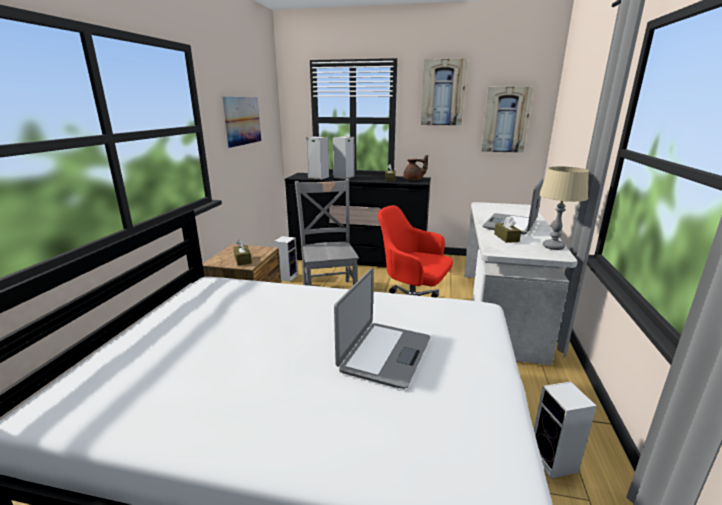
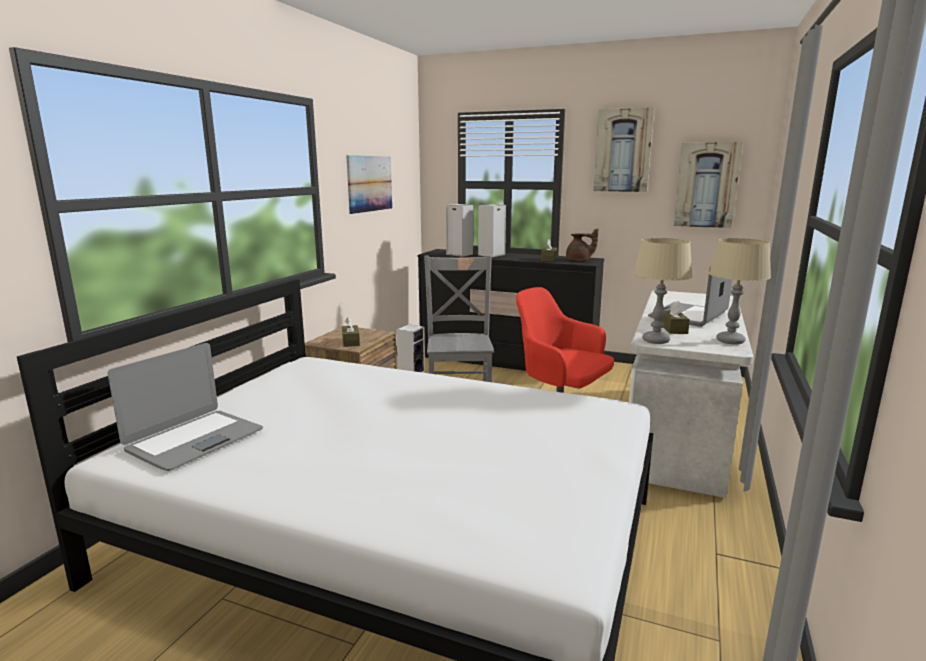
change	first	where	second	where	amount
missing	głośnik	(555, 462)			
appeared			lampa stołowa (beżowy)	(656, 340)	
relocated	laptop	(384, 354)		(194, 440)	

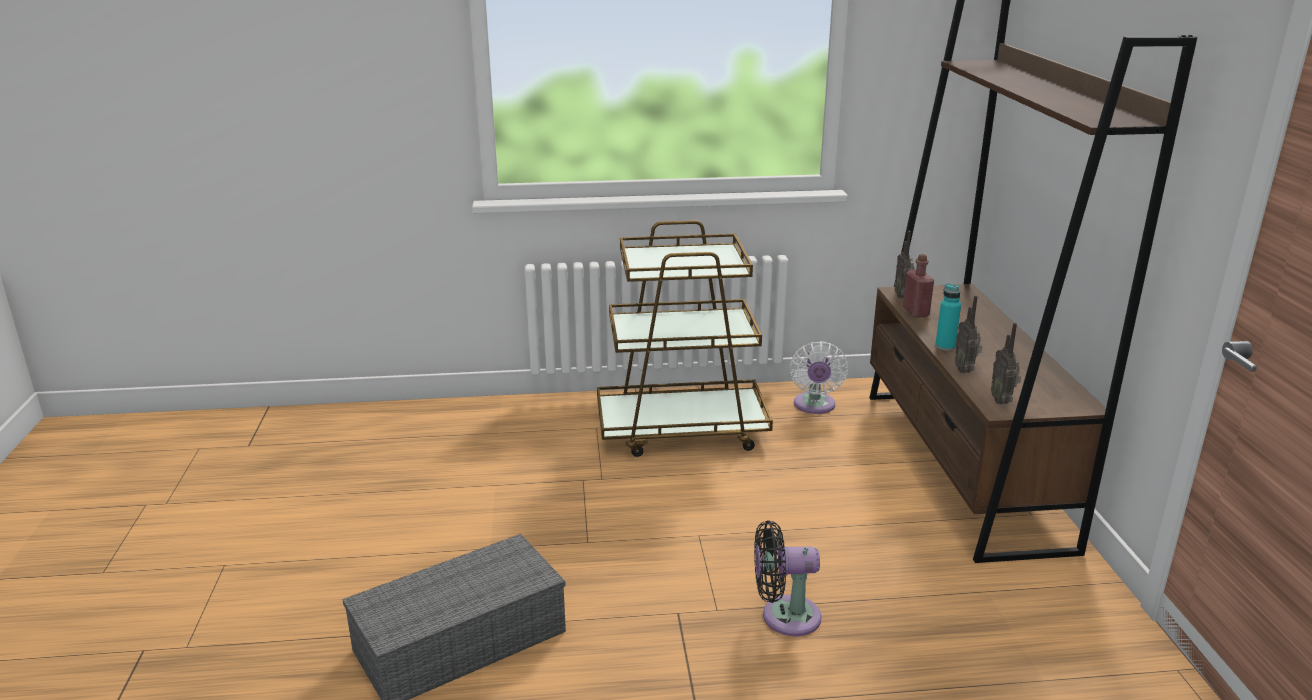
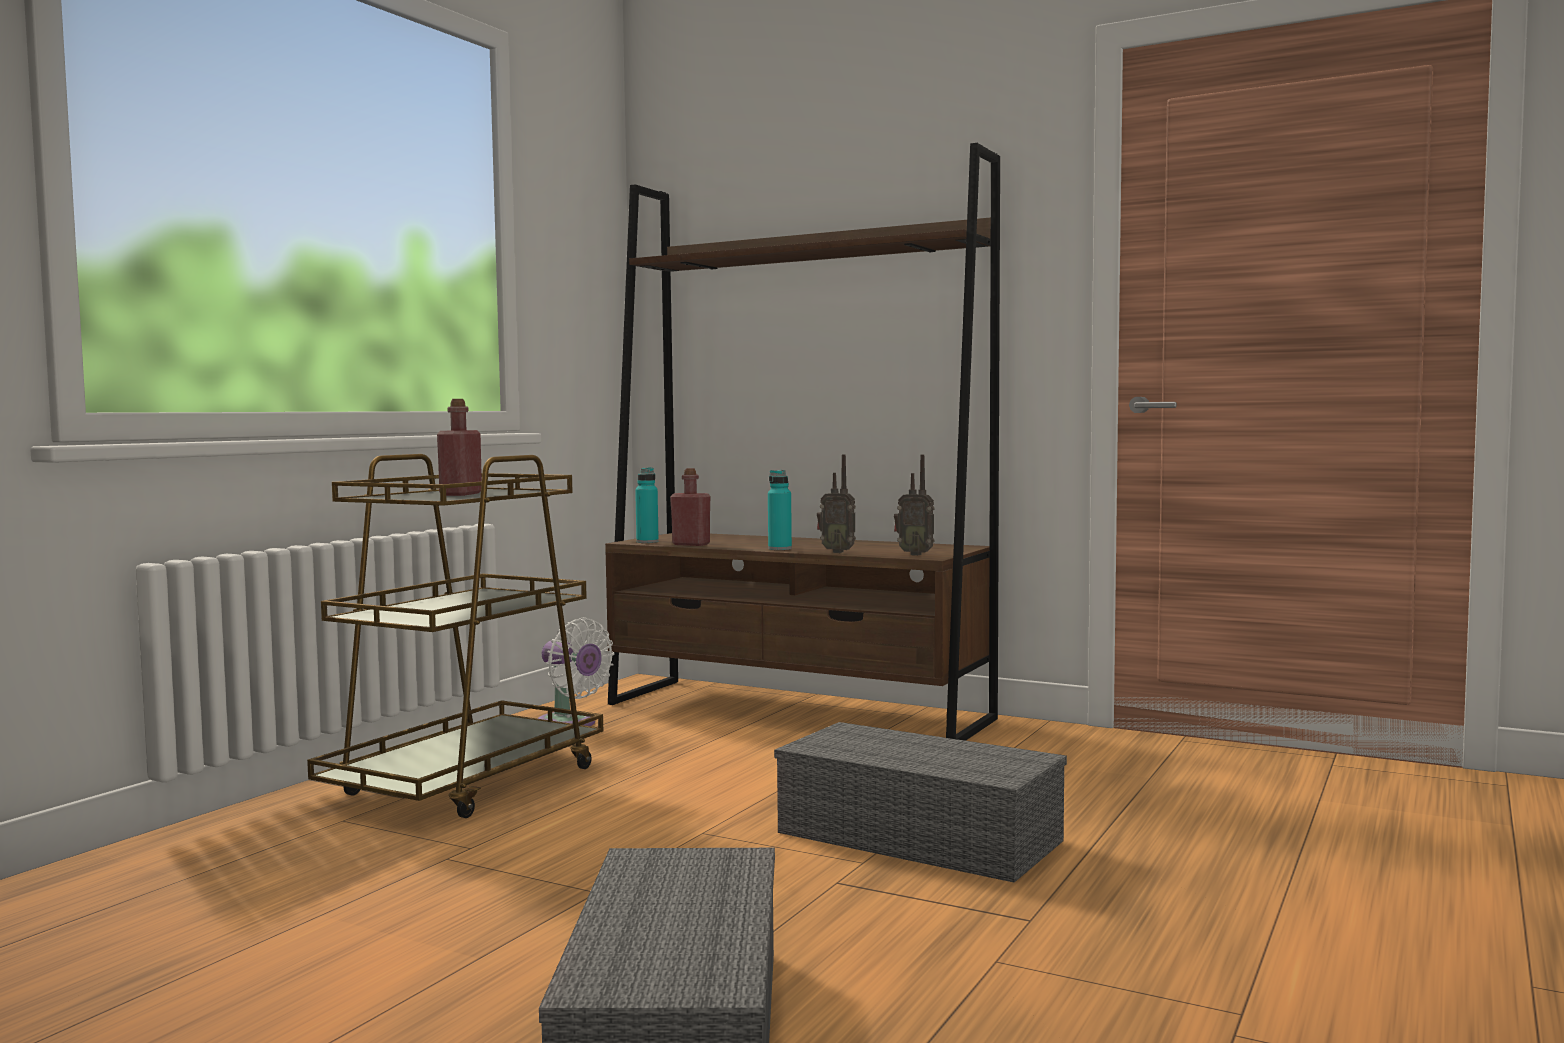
change	first	where	second	where	amount
appeared			butelka (czerwony)	(461, 494)	
exchanged	wentylator (czarny)	(784, 616)	pojemnik do przechowywania (szary)	(923, 836)	
exchanged	radio	(903, 296)	butelka (turkusowy)	(647, 542)	

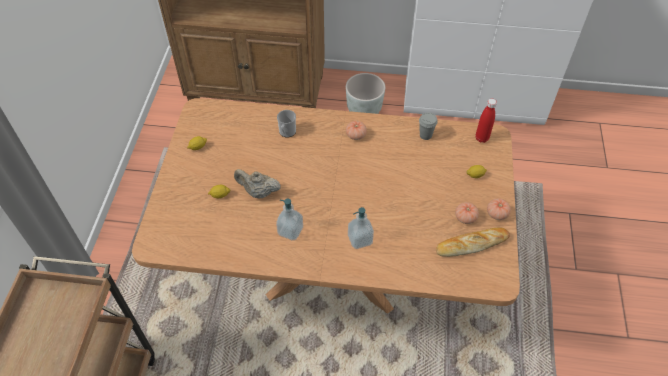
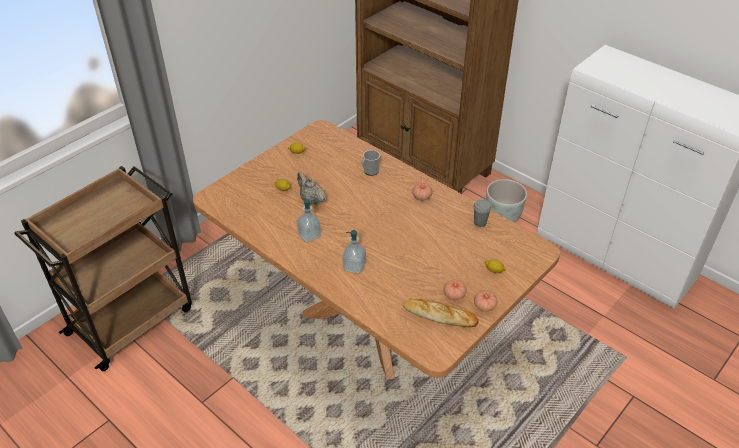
change	first	where	second	where	amount
missing	butelka (czerwony)	(481, 138)			

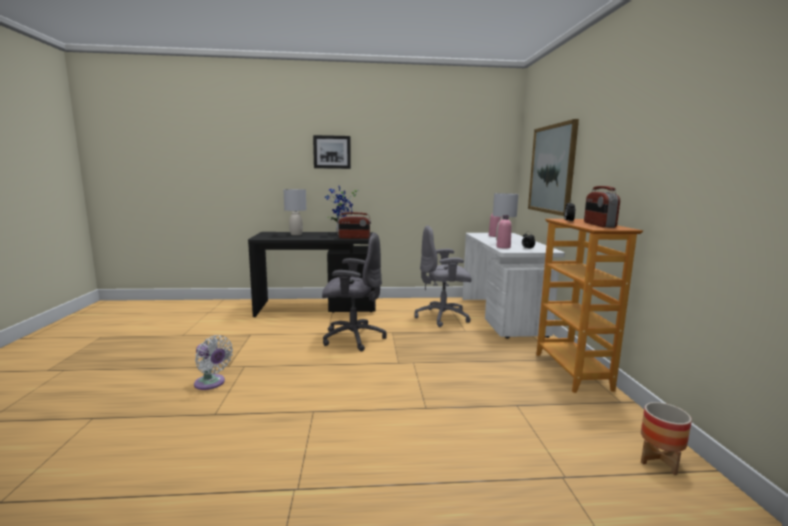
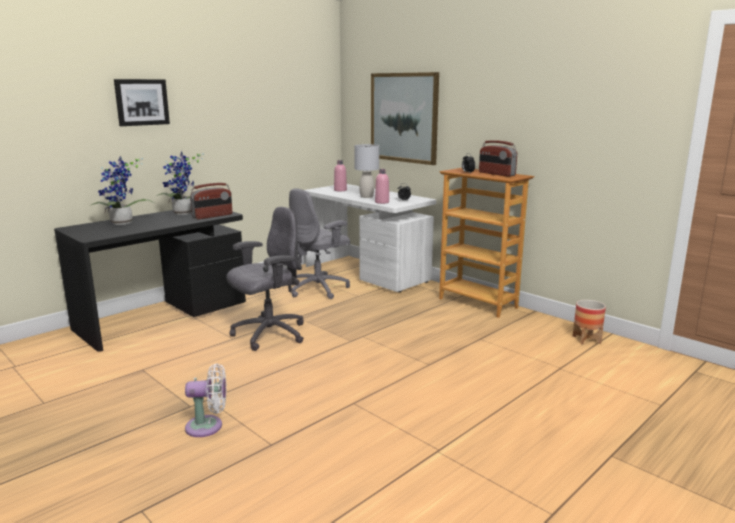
change	first	where	second	where	amount
exchanged	lampa stołowa (szary)	(296, 234)	roślina doniczkowa	(122, 224)	

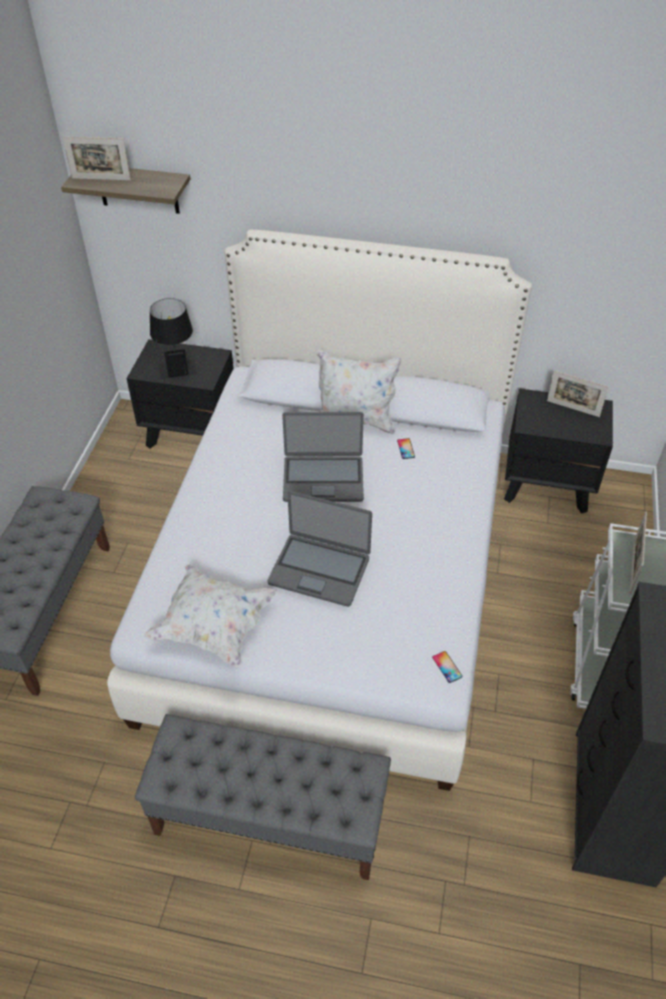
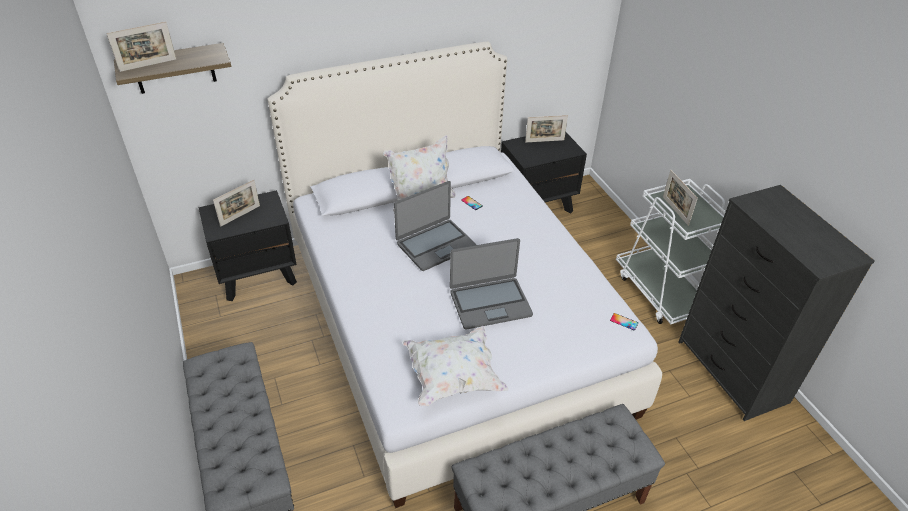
change	first	where	second	where	amount
exchanged	lampa stołowa (czarny)	(176, 364)	ramka na zdjęcie	(240, 216)	

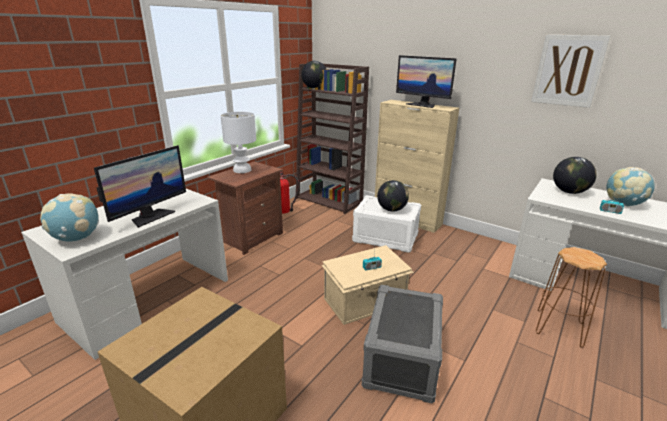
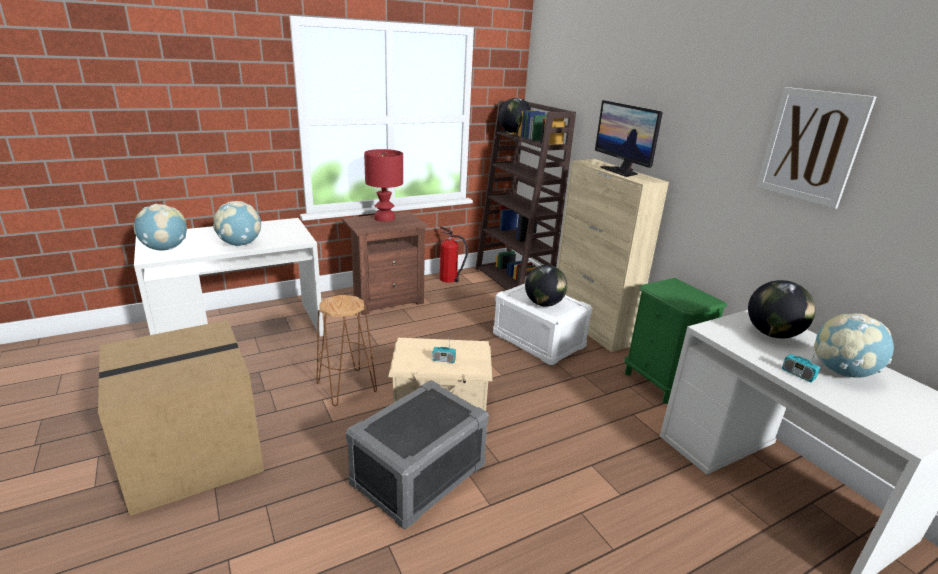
change	first	where	second	where	amount
appeared			szafka nocna (zielony)	(660, 382)	
relocated	stołek (brązowy)	(558, 328)		(346, 387)	
exchanged	monitor	(150, 216)	globus	(240, 244)	
colour	lampa stołowa (biały)	(243, 170)	lampa stołowa (czerwony)	(385, 218)	

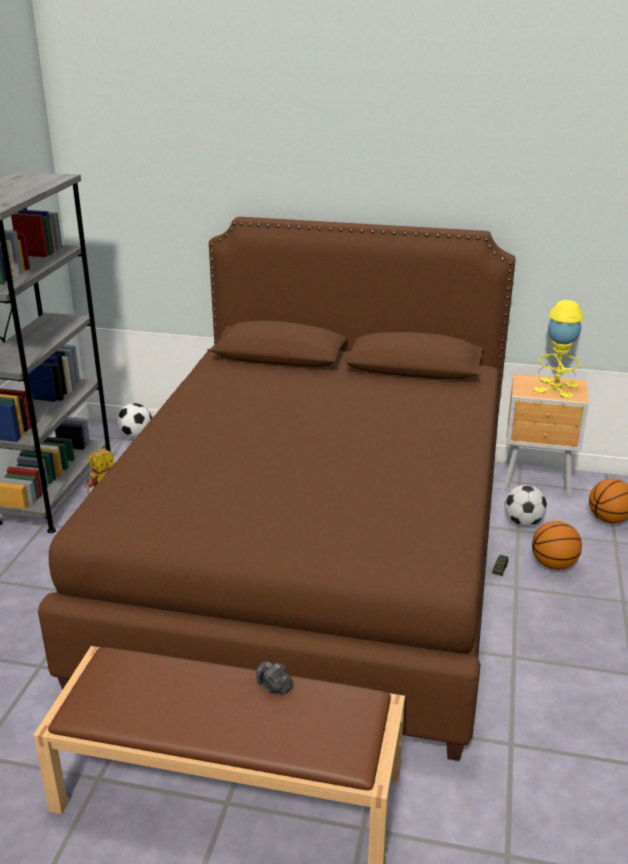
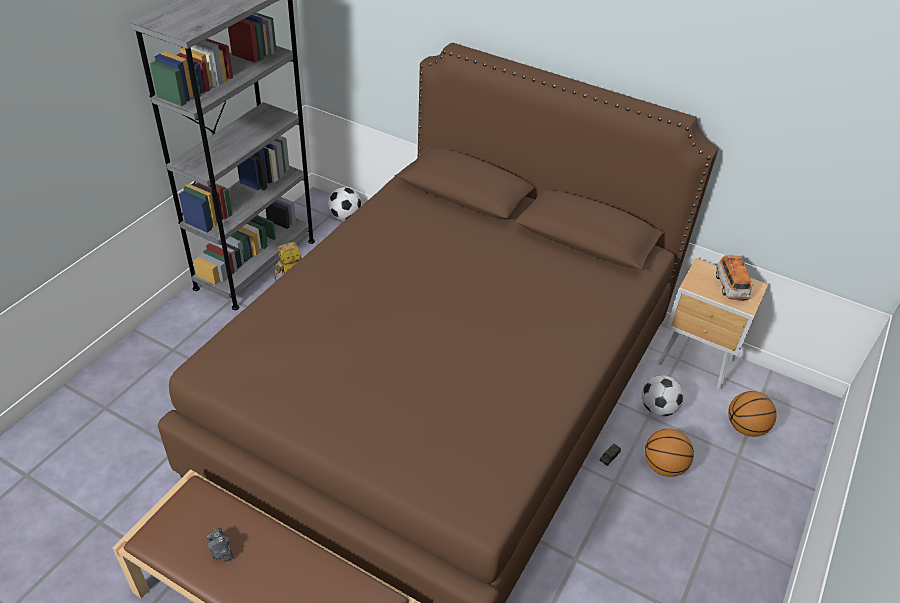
change	first	where	second	where	amount
relocated	aparat fotograficzny	(274, 686)		(221, 551)	
exchanged	lampa stołowa (żółty)	(556, 387)	samochodzik	(730, 287)	

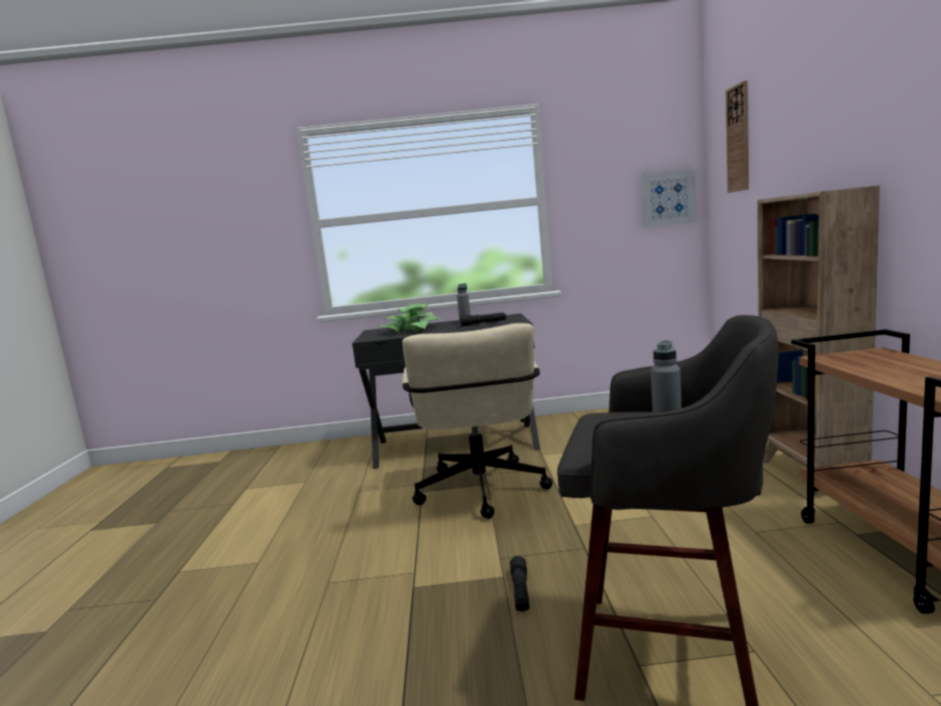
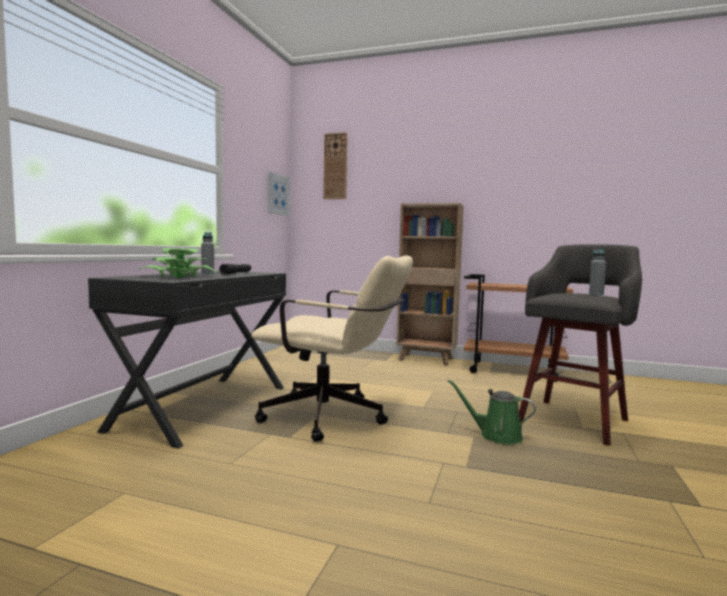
change	first	where	second	where	amount
exchanged	latarka (czarny)	(520, 591)	konewka (zielony)	(496, 436)	

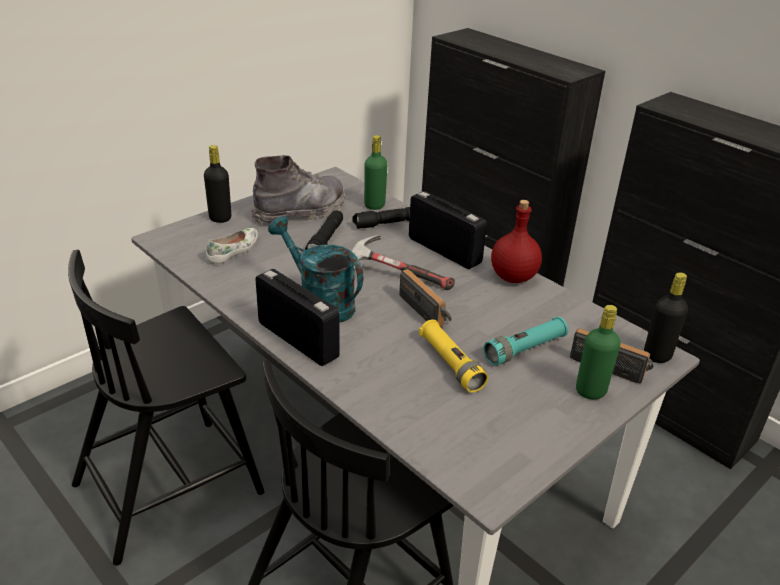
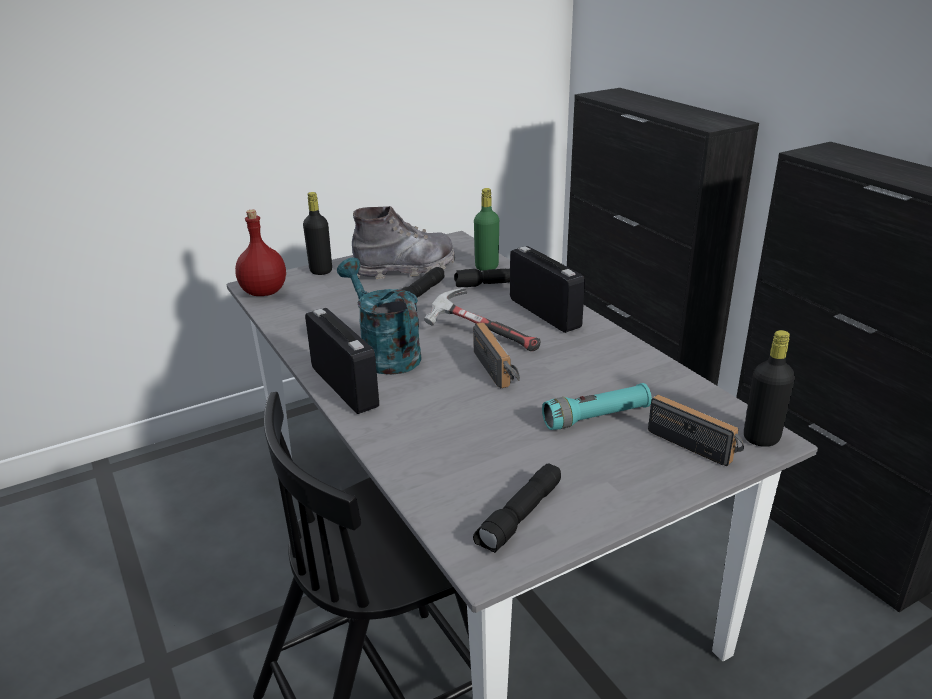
change	first	where	second	where	amount
missing	krzesło (czarny)	(171, 486)			
missing	but (biały)	(234, 250)			
missing	latarka (żółty)	(451, 364)			
missing	butelka (zielony)	(590, 391)			
appeared			latarka (czarny)	(520, 517)	
relocated	butelka (czerwony)	(512, 277)		(263, 292)	

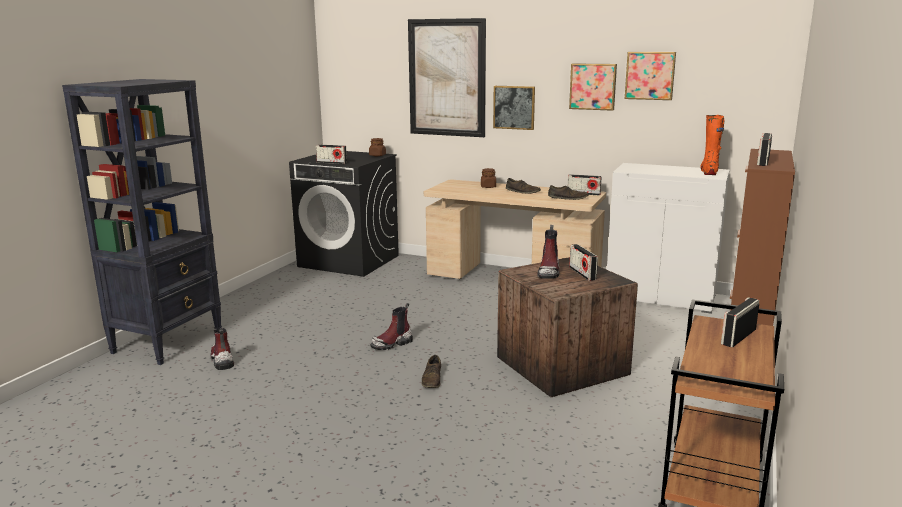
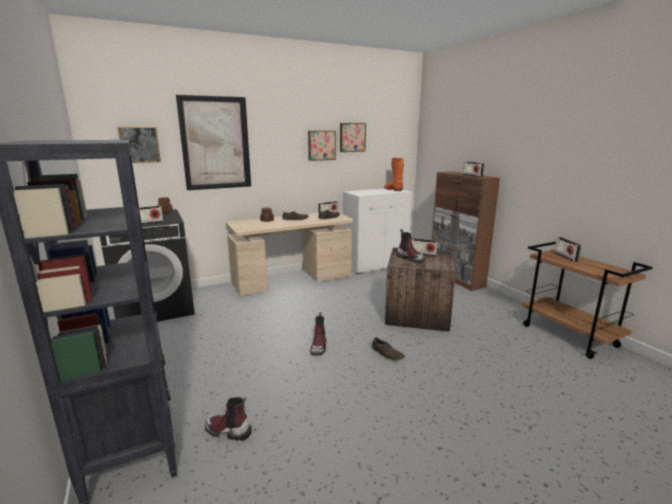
change	first	where	second	where	amount
relocated	obraz	(514, 107)		(139, 144)	

